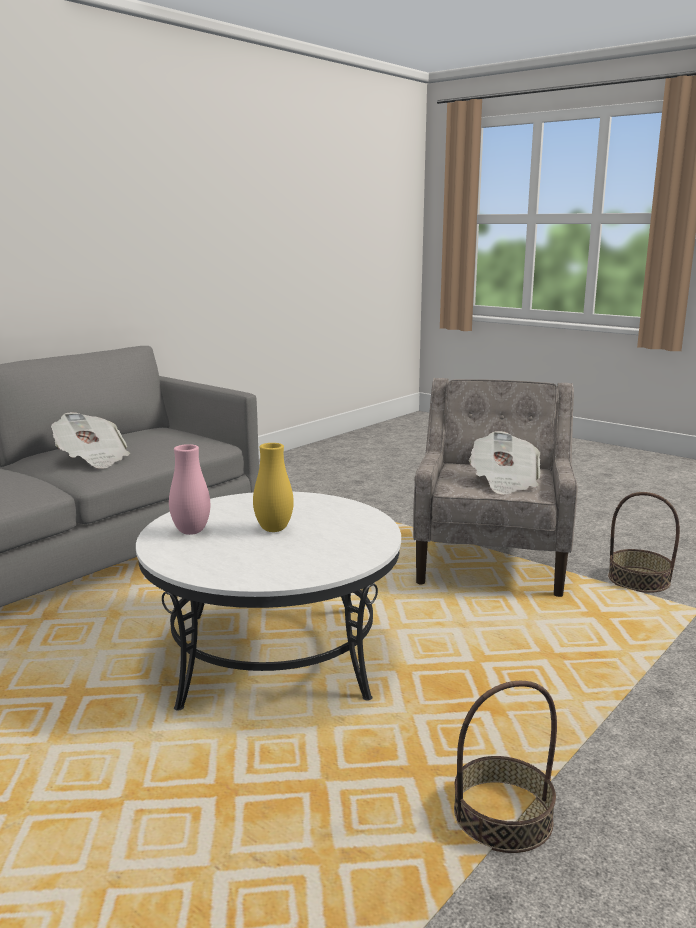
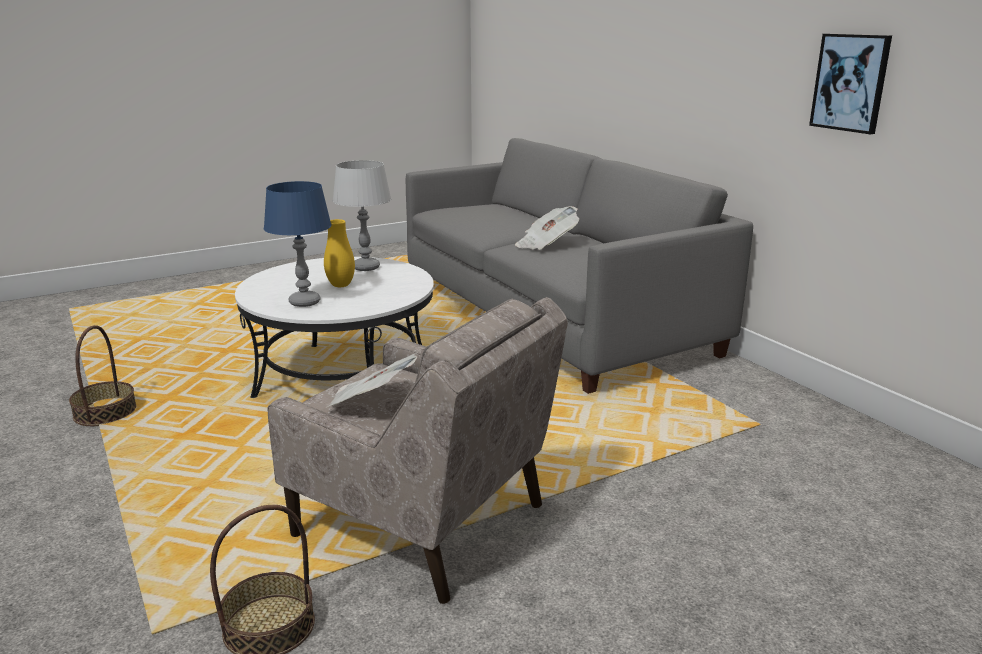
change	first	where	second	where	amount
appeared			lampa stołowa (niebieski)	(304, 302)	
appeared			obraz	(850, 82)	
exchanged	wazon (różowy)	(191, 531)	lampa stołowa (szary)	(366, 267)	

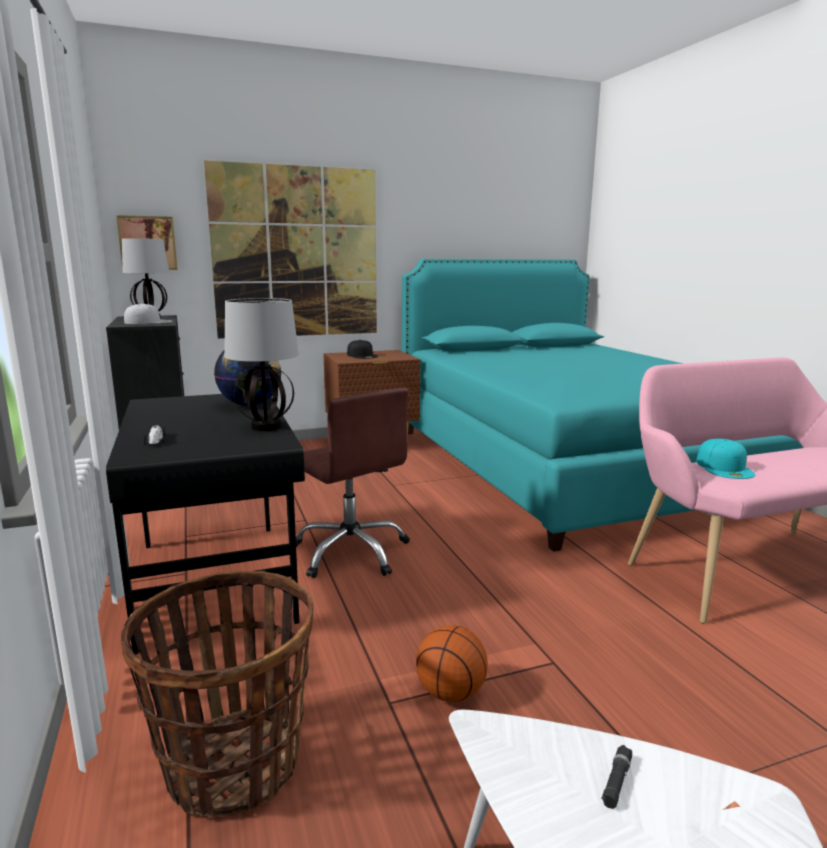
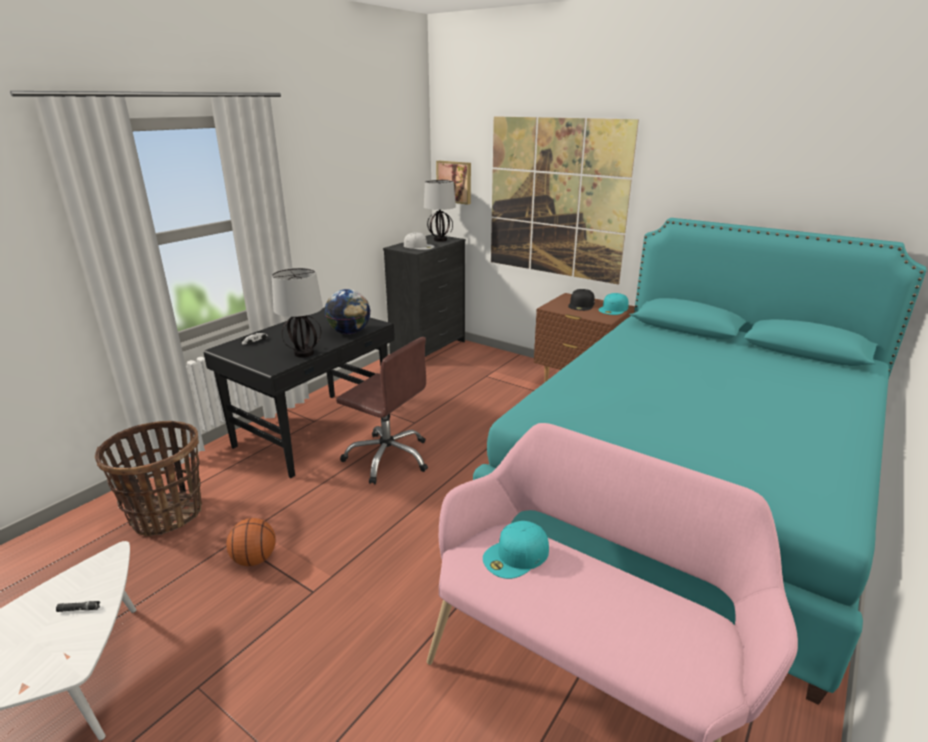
change	first	where	second	where	amount
appeared			czapka z daszkiem (turkusowy)	(613, 309)	
spun	krzesło biurowe (brązowy)	(351, 551)		(388, 457)	75 degrees counterclockwise

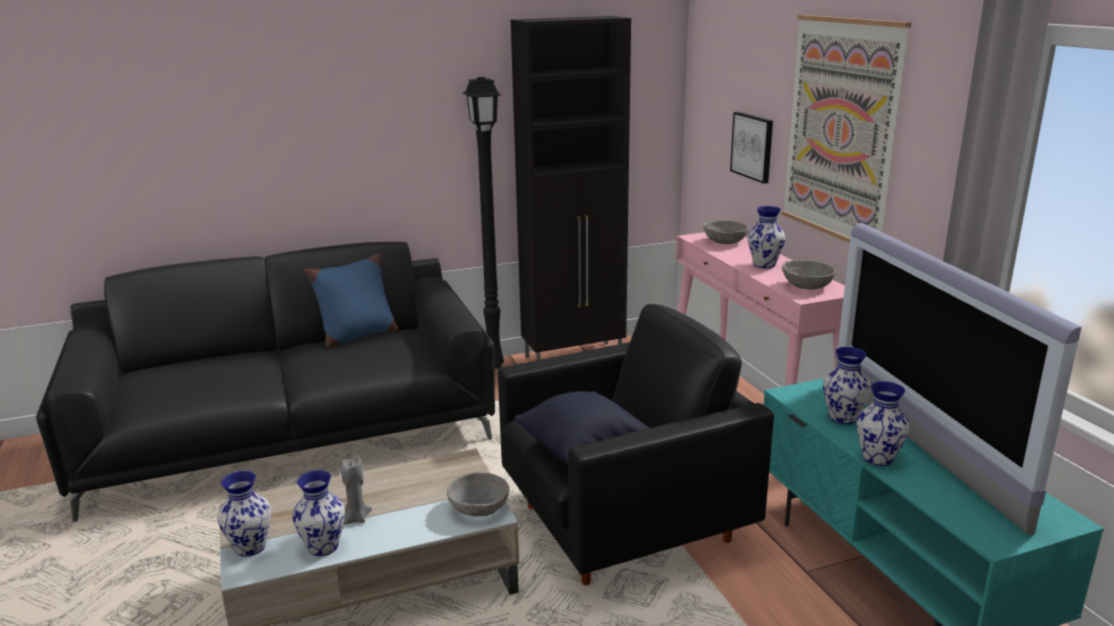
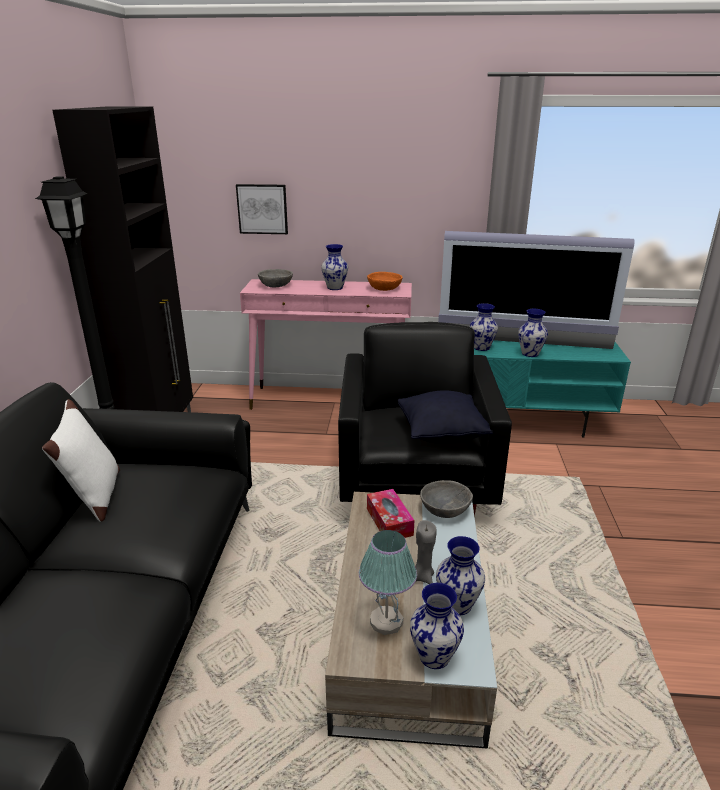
change	first	where	second	where	amount
missing	obraz	(840, 130)			
appeared			lampa stołowa	(387, 622)	
appeared			pudełko chusteczek	(389, 521)	
colour	poduszka (niebieski)	(357, 336)	poduszka (biały)	(95, 497)	
colour	miska (szary)	(806, 286)	miska (pomarańczowy)	(384, 289)	

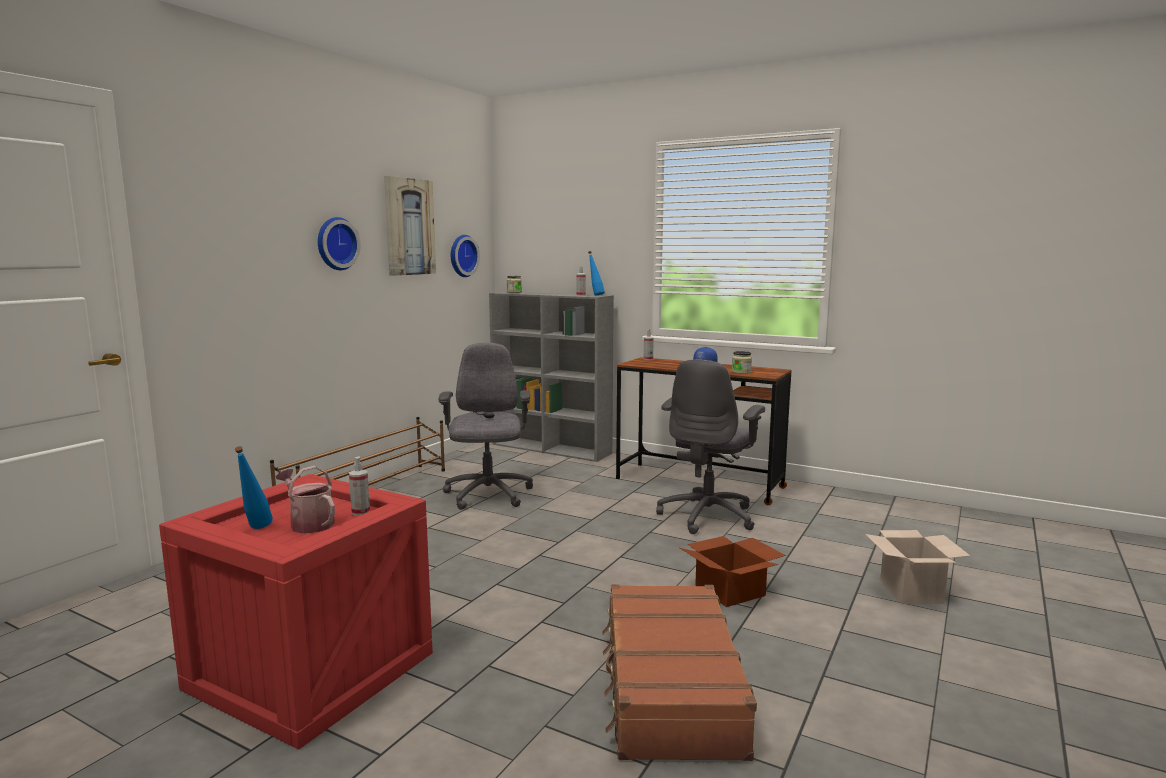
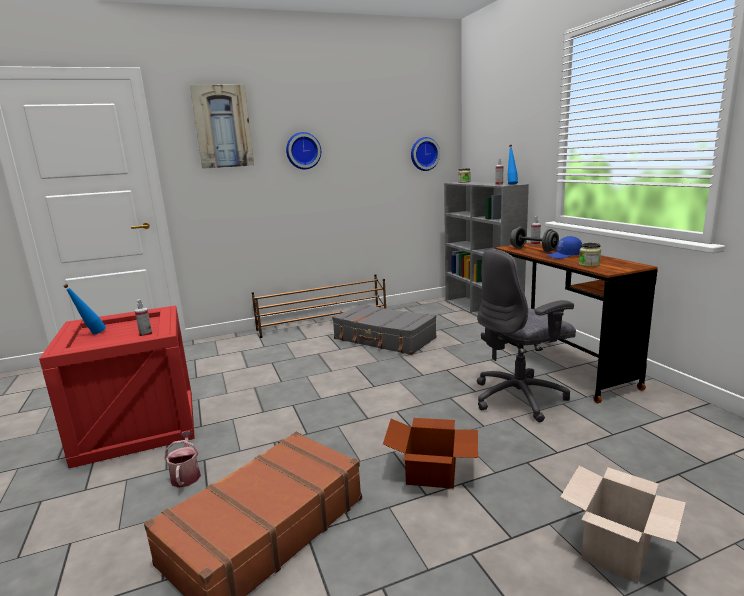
change	first	where	second	where	amount
appeared			hantel (szary)	(533, 250)	
relocated	konewka	(309, 523)		(186, 475)	
relocated	obraz	(409, 227)		(223, 127)	
exchanged	krzesło biurowe (szary)	(488, 495)	walizka (szary)	(384, 339)	

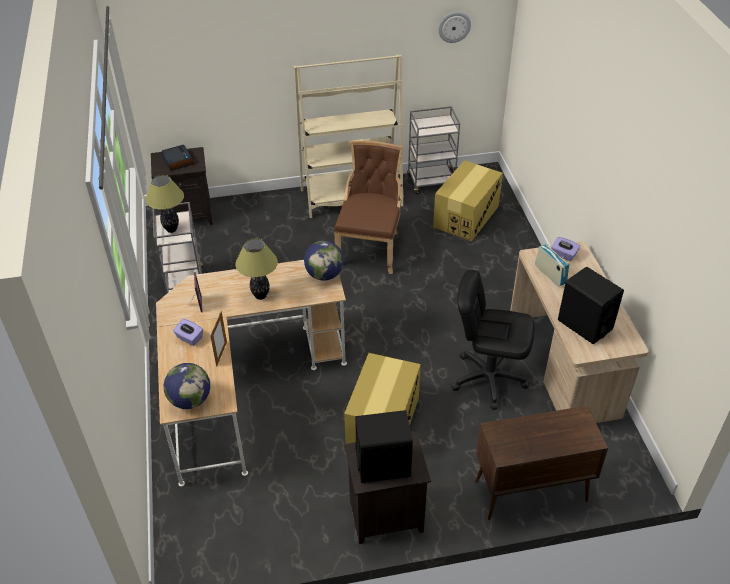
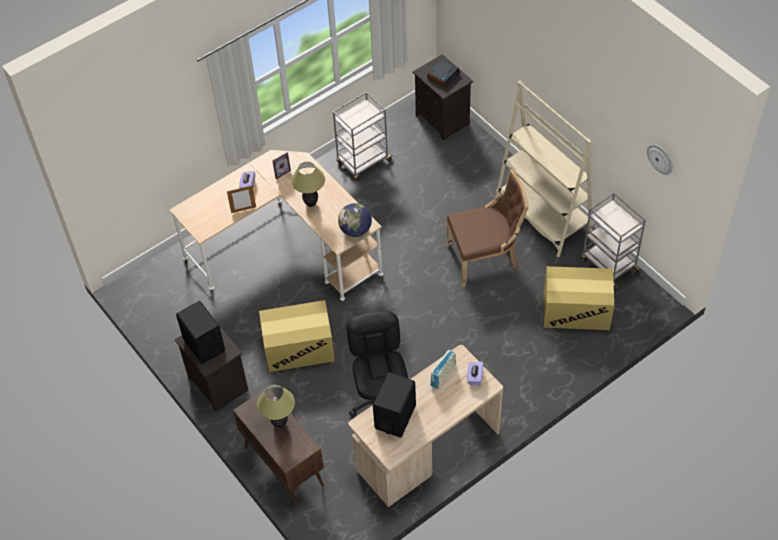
change	first	where	second	where	amount
missing	globus	(190, 400)			
relocated	lampa stołowa	(171, 229)		(280, 423)	

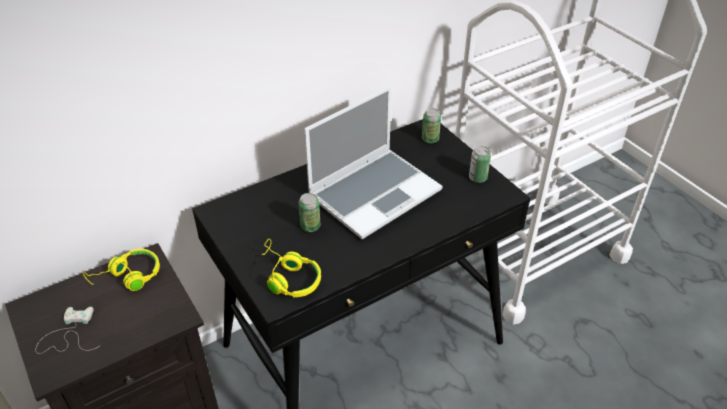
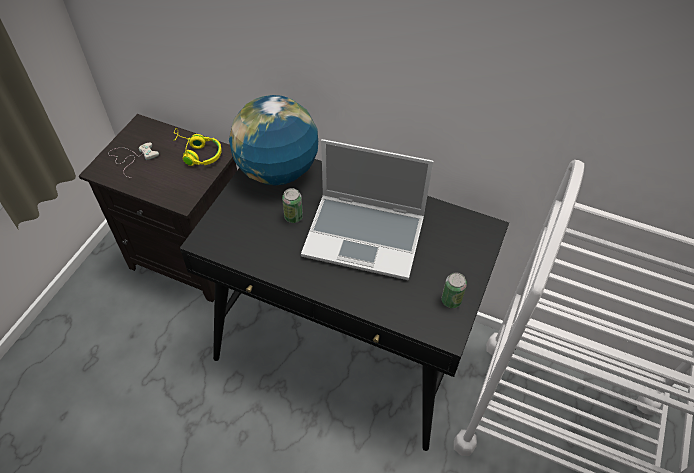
change	first	where	second	where	amount
missing	słuchawki (żółty)	(288, 277)			
missing	puszka	(430, 139)			
appeared			globus	(277, 171)	

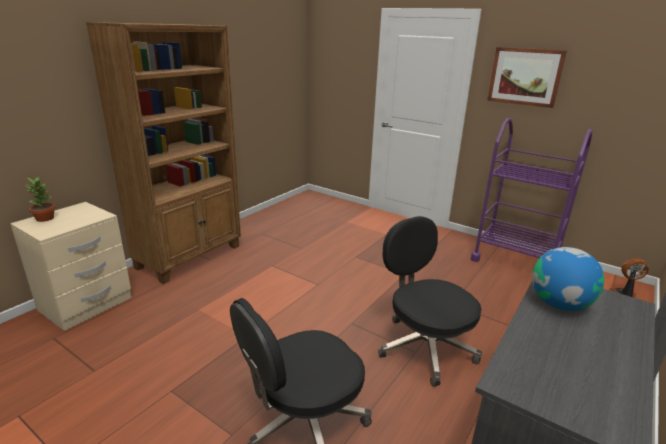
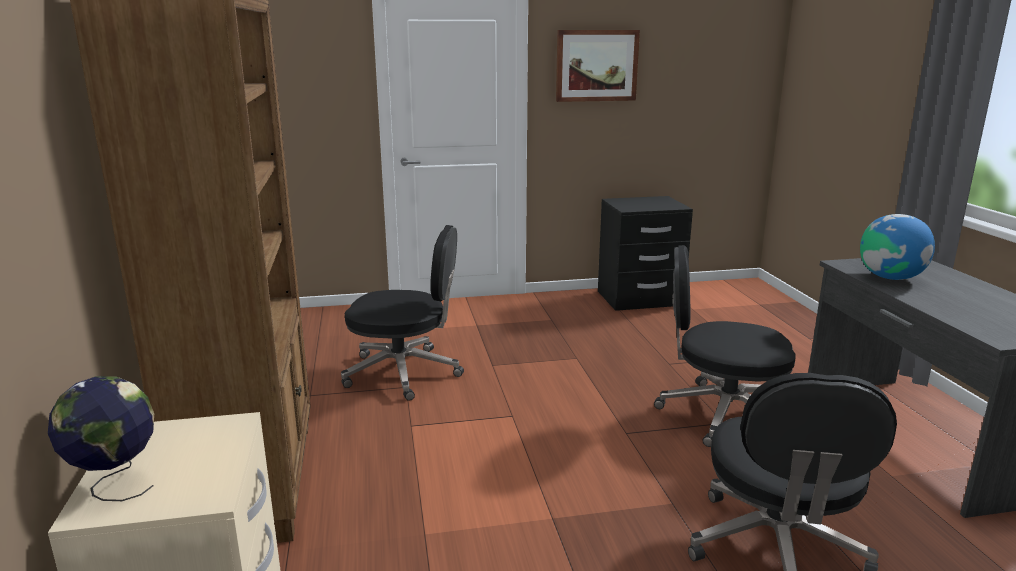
change	first	where	second	where	amount
missing	wentylator	(624, 294)			
appeared			krzesło biurowe (czarny)	(405, 372)	
exchanged	roślina doniczkowa	(45, 218)	globus	(115, 484)	
exchanged	wózek (fioletowy)	(515, 260)	szafka nocna (czarny)	(640, 299)	

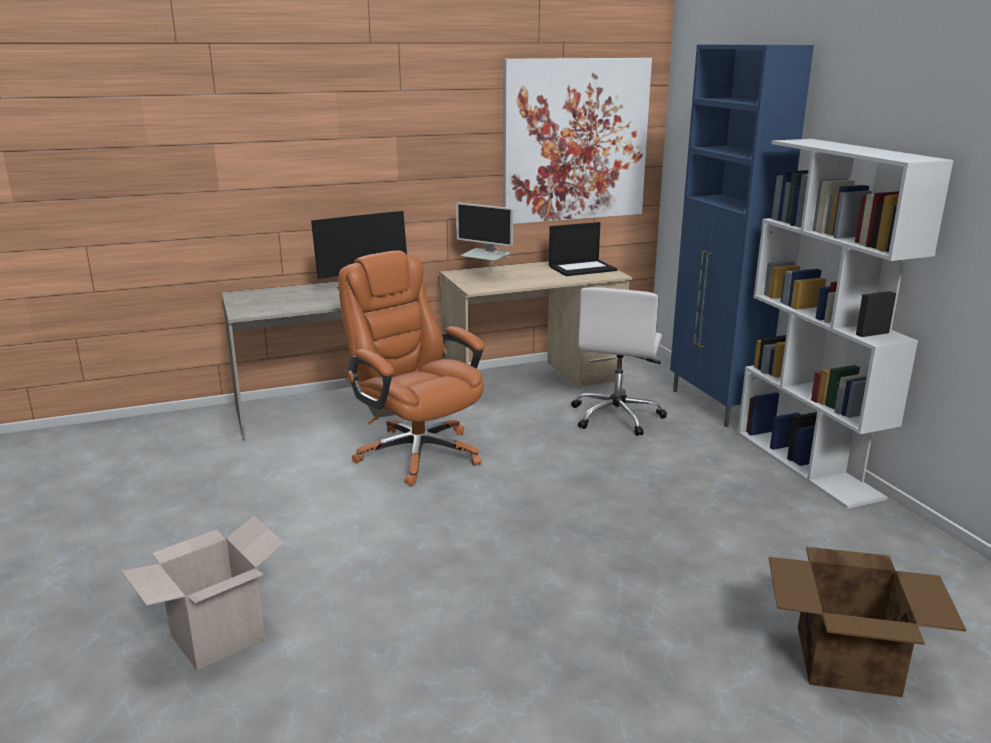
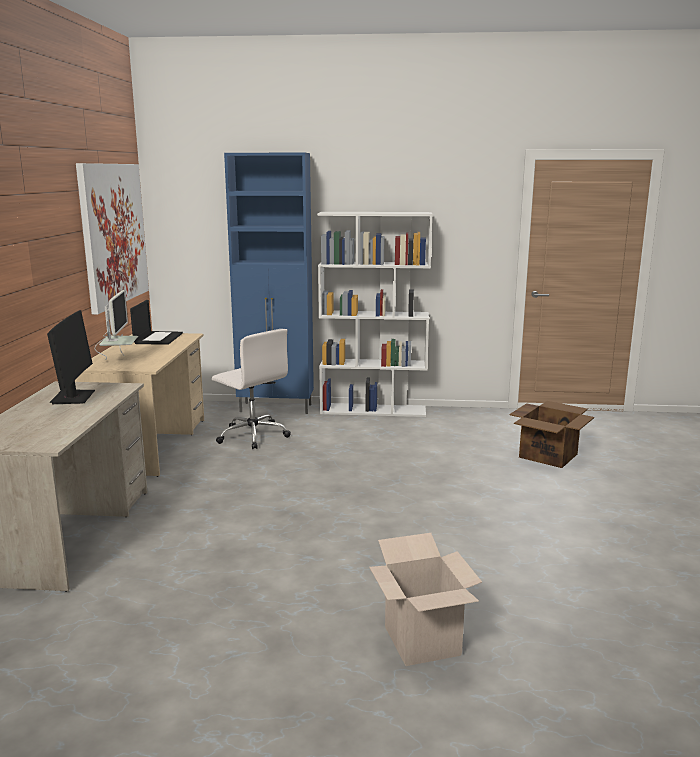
change	first	where	second	where	amount
missing	krzesło biurowe (pomarańczowy)	(417, 452)			
spun	monitor	(486, 276)		(119, 360)	60 degrees counterclockwise

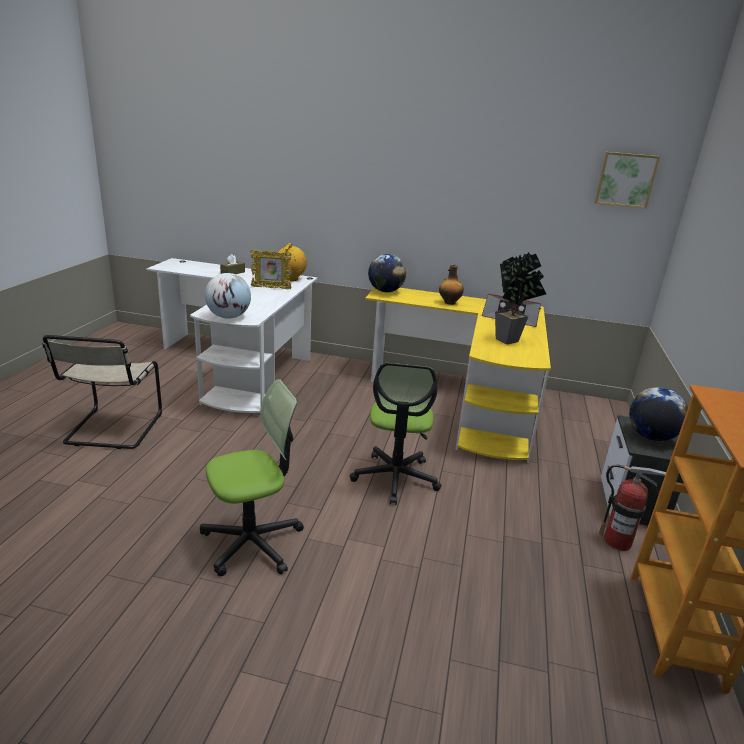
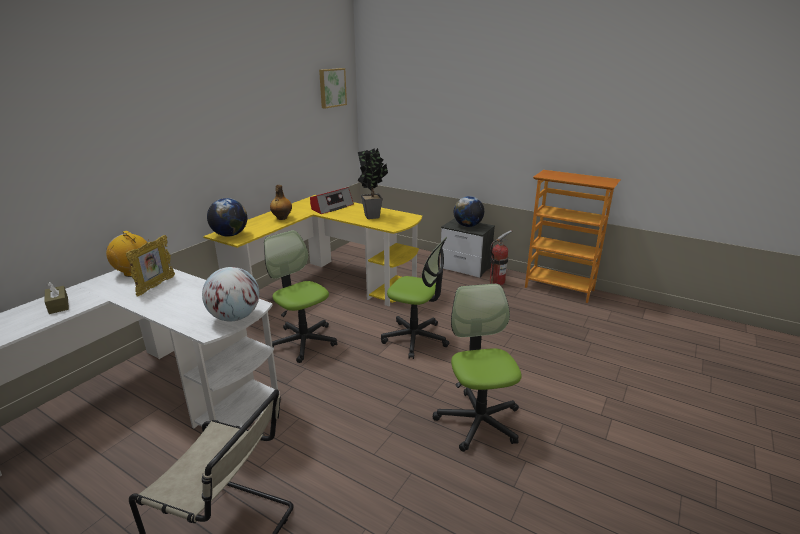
change	first	where	second	where	amount
appeared			krzesło biurowe	(303, 342)	

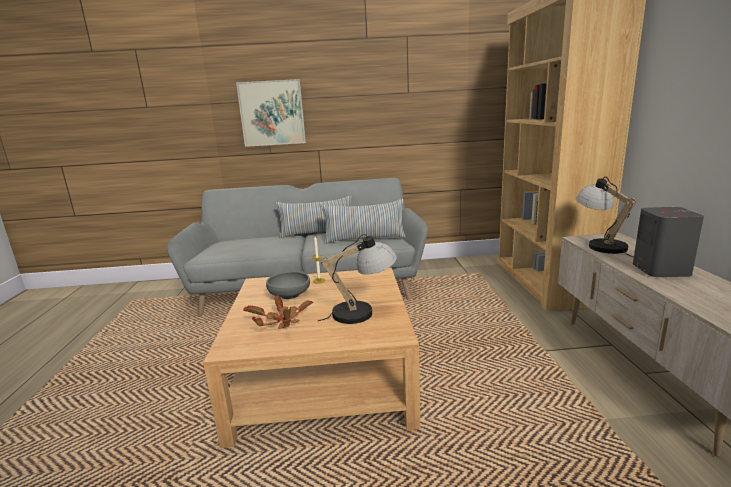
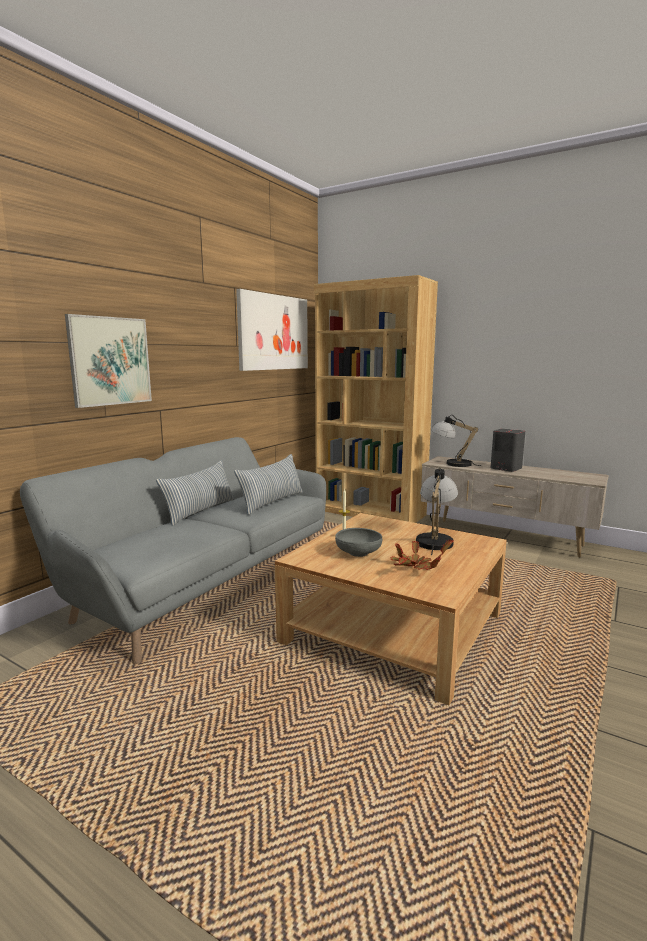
change	first	where	second	where	amount
appeared			obraz	(273, 332)	

